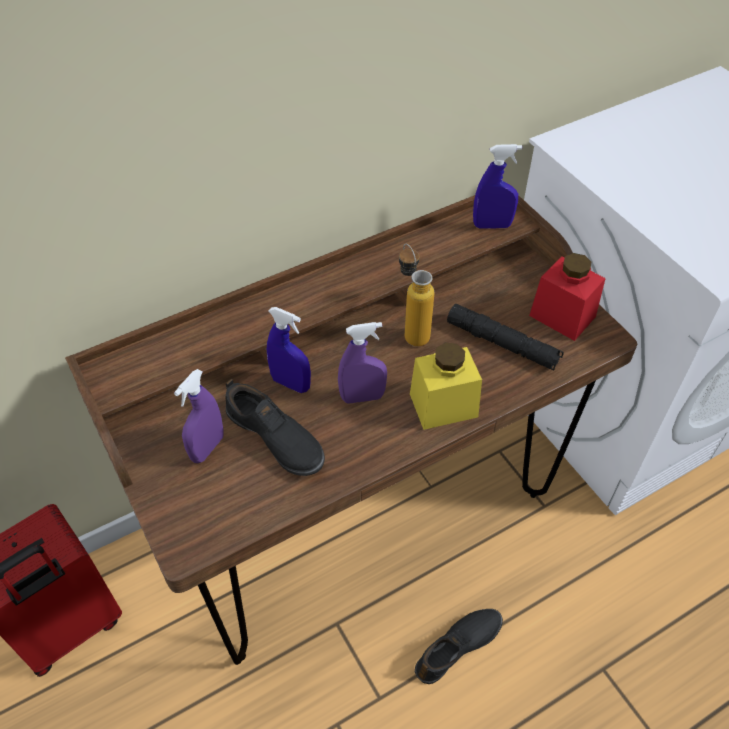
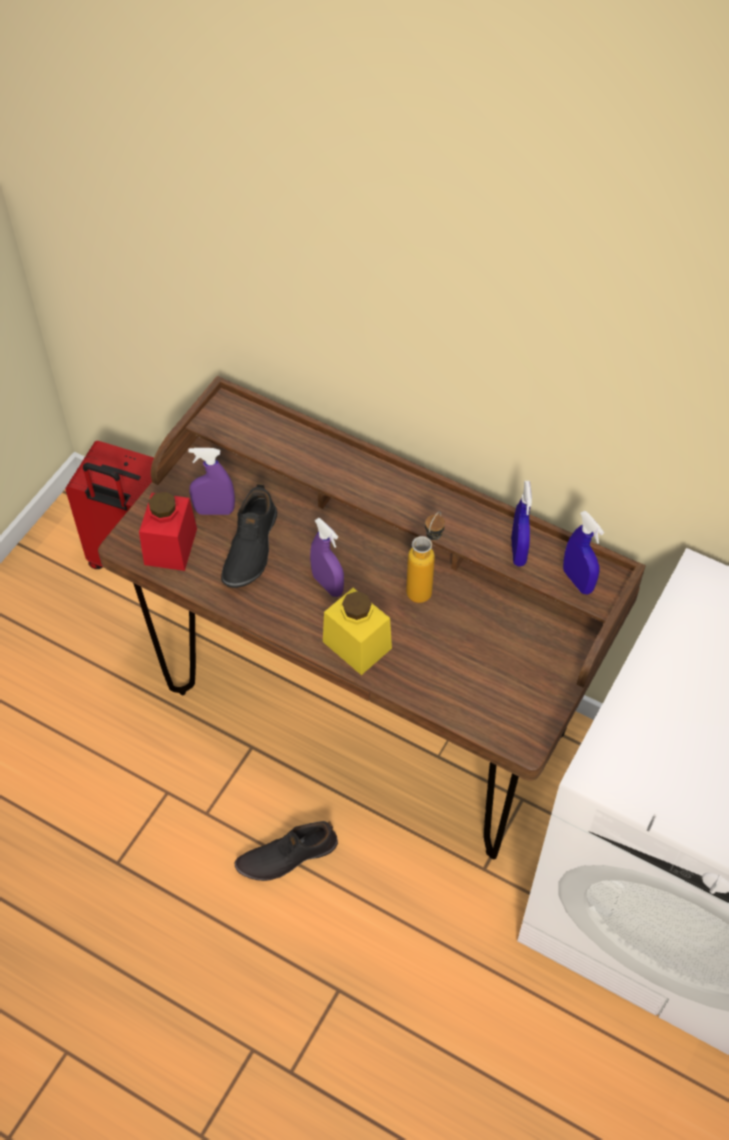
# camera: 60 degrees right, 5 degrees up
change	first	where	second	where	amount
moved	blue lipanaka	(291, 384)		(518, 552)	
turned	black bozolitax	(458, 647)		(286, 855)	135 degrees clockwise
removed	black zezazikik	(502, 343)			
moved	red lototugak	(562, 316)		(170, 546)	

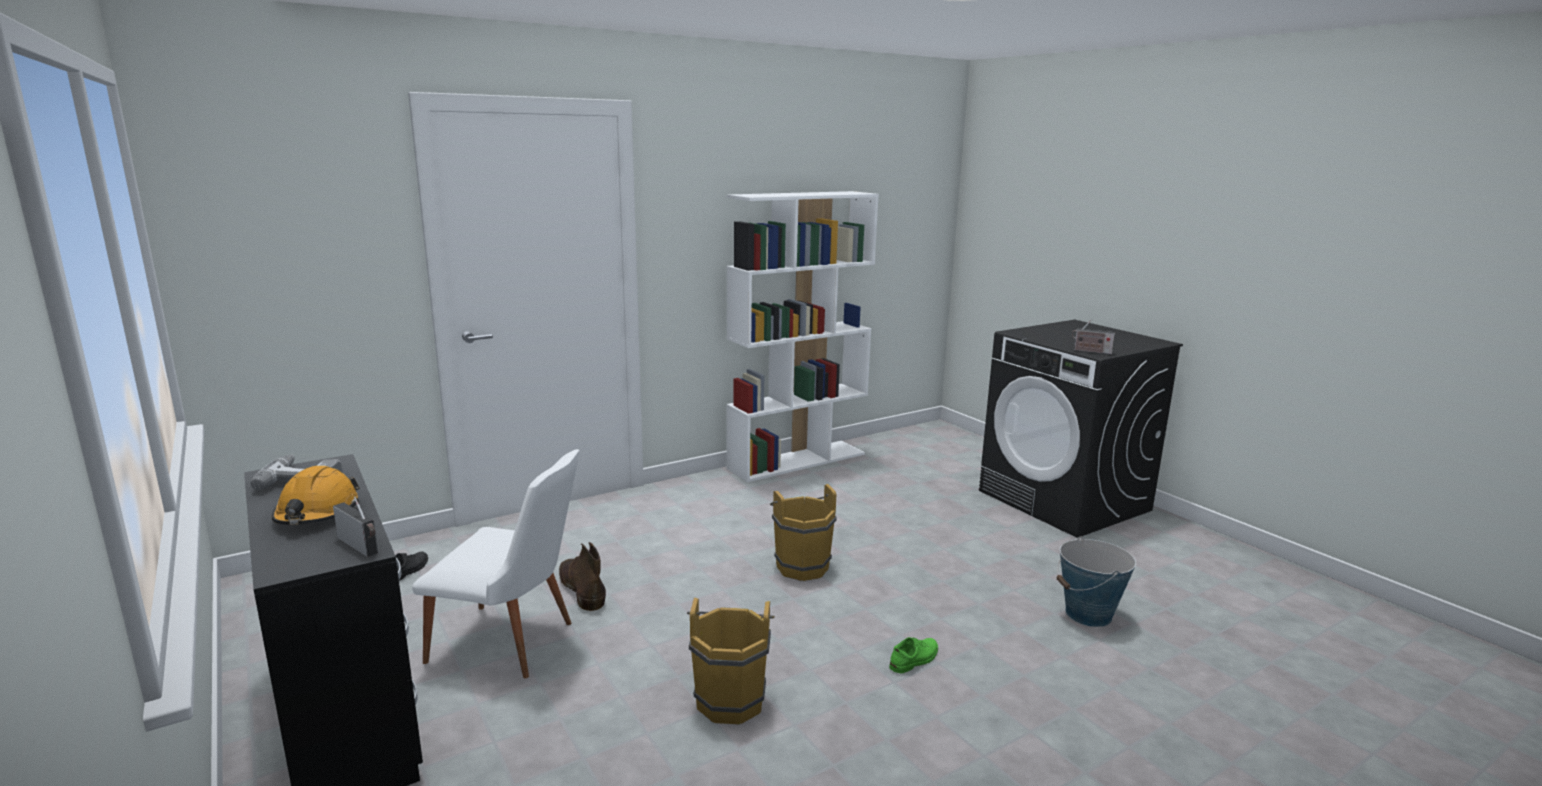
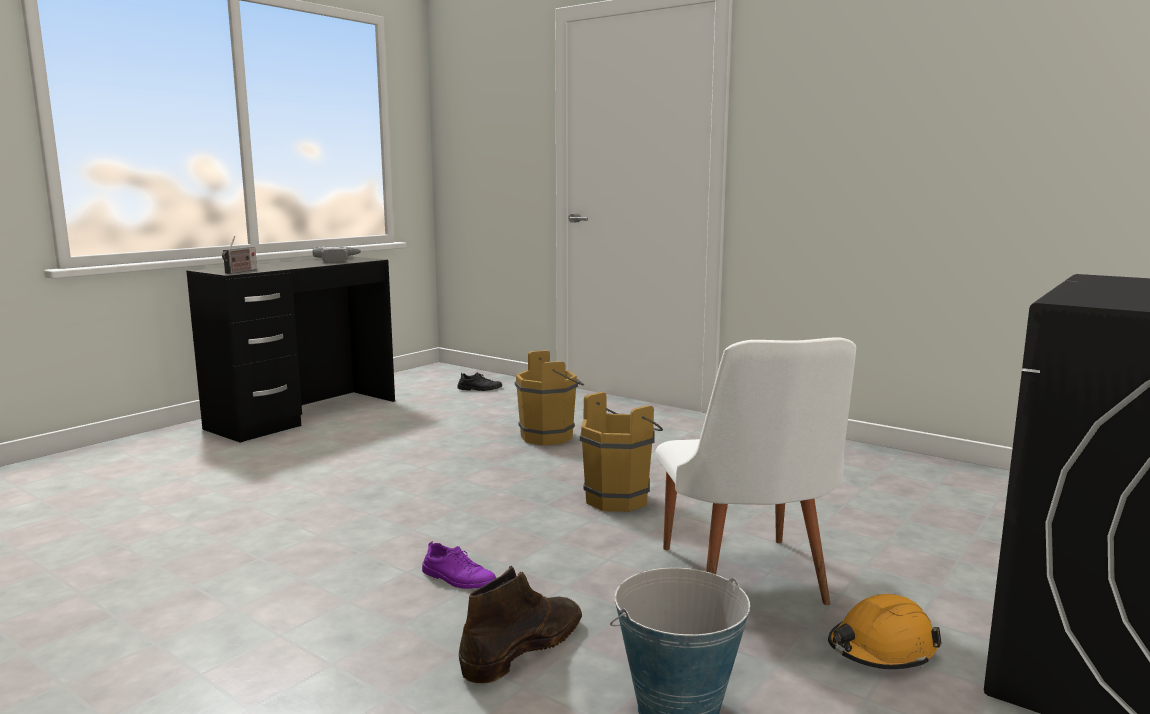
# camera: 70 degrees right, 5 degrees down
change	first	where	second	where	amount
moved	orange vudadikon	(317, 513)		(881, 650)	
moved	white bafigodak	(513, 644)		(746, 583)	
moved	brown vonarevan	(581, 589)		(524, 647)	
moved	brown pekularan	(731, 698)		(551, 437)	
removed	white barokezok	(797, 461)			
recoloured	green bozolitax	(914, 659)	purple bozolitax	(458, 578)	
removed	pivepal	(1090, 351)			

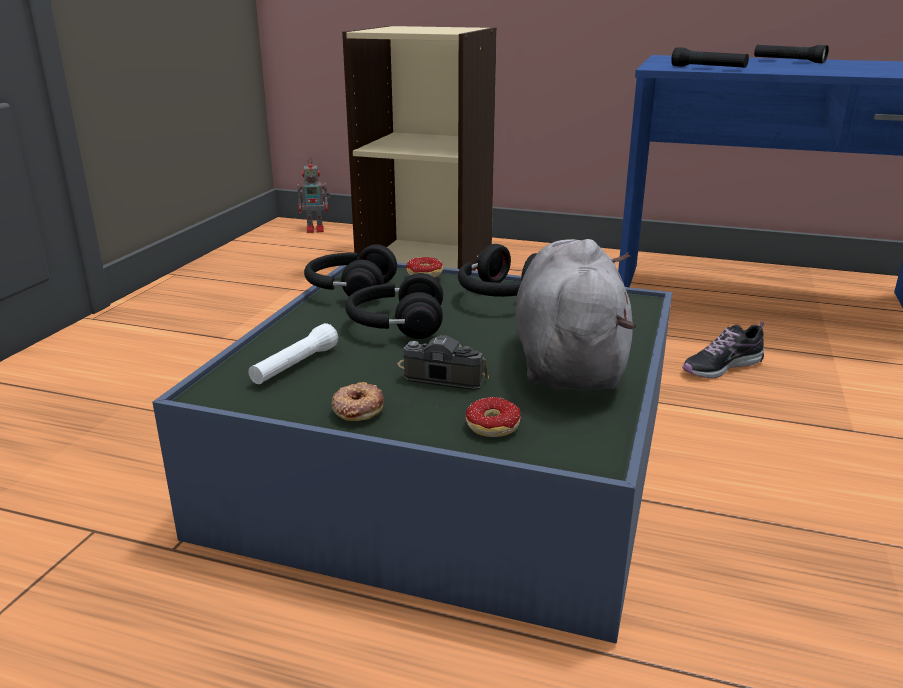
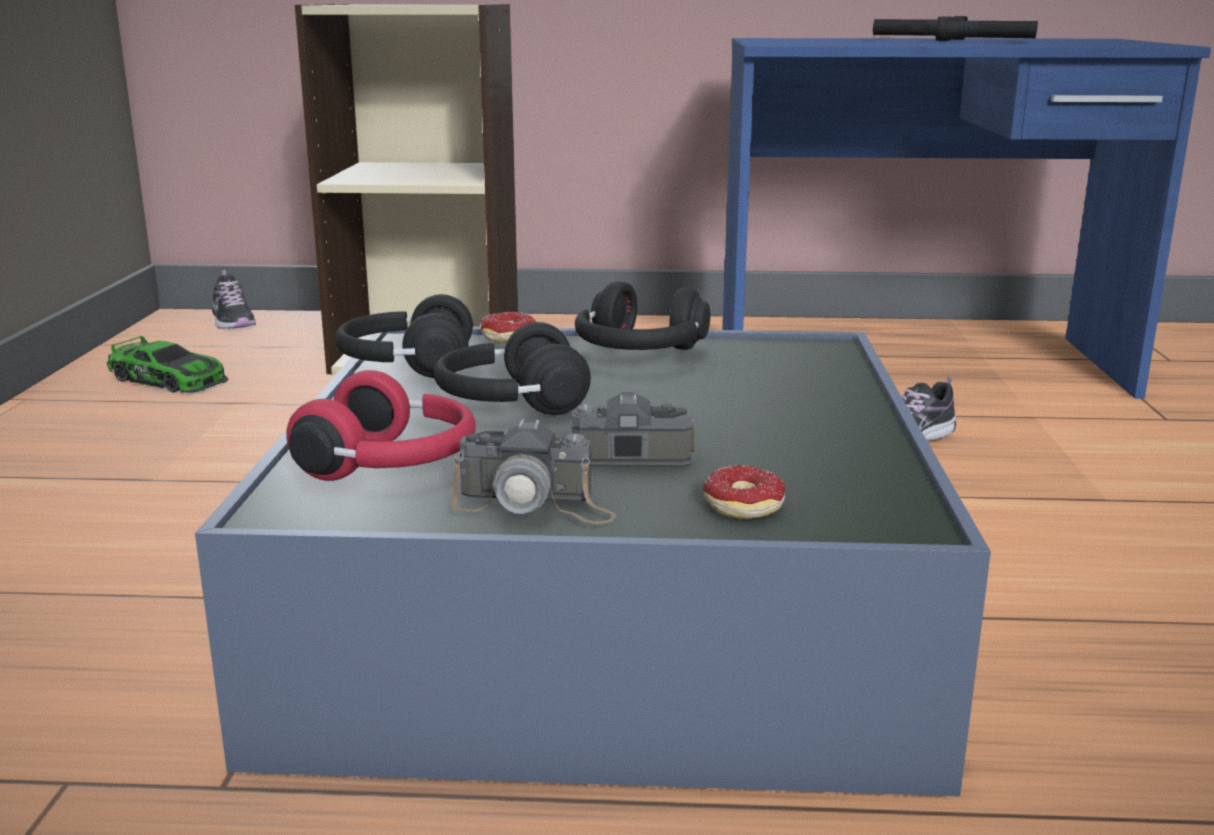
# camera: 15 degrees left, 5 degrees down
change	first	where	second	where	amount
replaced	white zezazikik	(295, 366)	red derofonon	(392, 465)	
replaced	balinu	(316, 229)	bozolitax	(233, 321)	
replaced	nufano	(357, 408)	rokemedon	(534, 504)	
removed	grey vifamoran	(568, 362)			
moved	black zezazikik	(708, 68)		(984, 41)	
added			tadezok	(169, 379)	

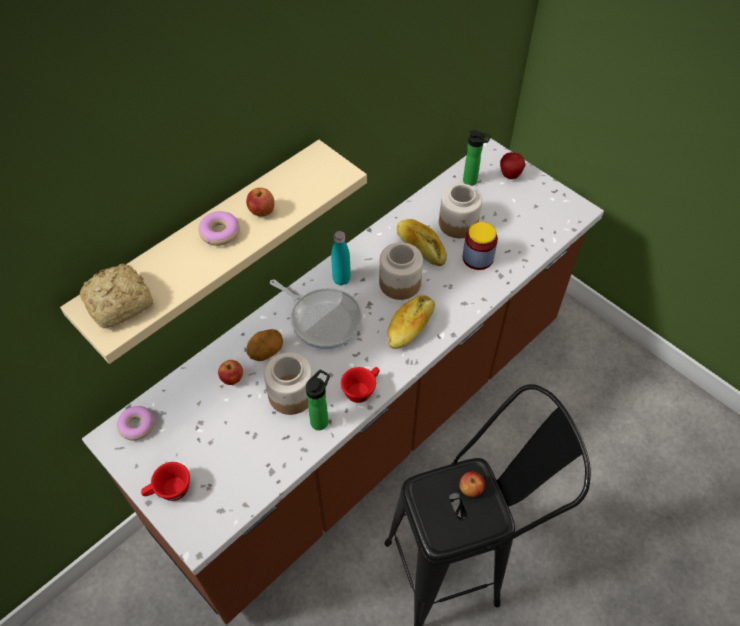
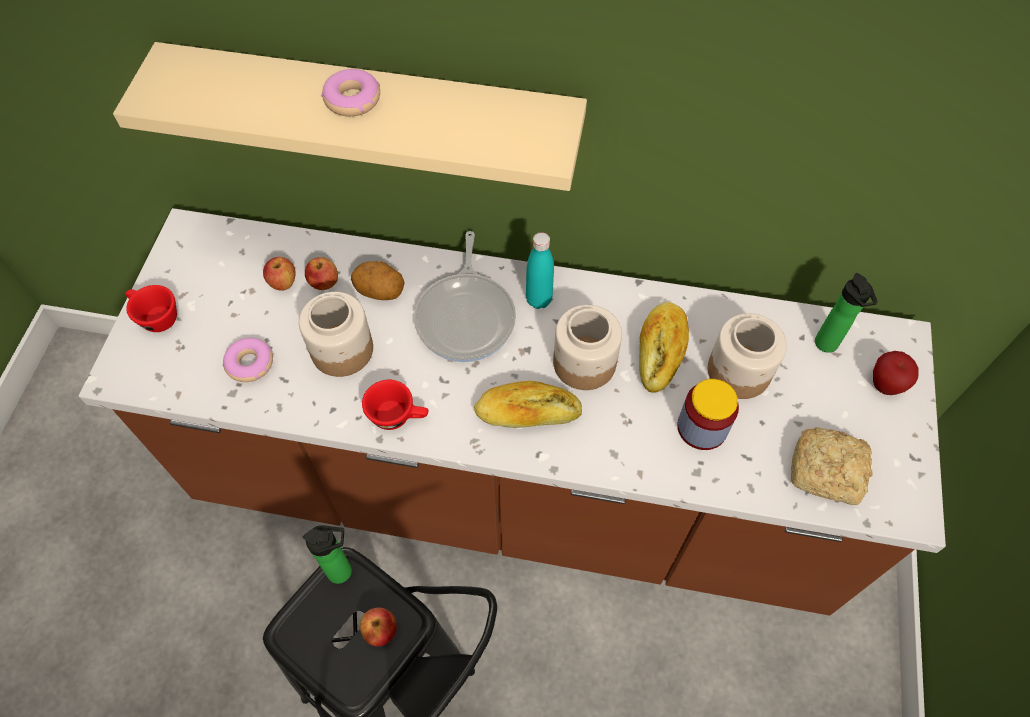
# camera: 55 degrees right, 5 degrees up
change	first	where	second	where	amount
moved	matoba	(121, 303)		(828, 472)	
moved	nufano	(137, 425)		(250, 364)	
moved	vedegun	(262, 212)		(283, 283)	
moved	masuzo	(321, 420)		(343, 571)	

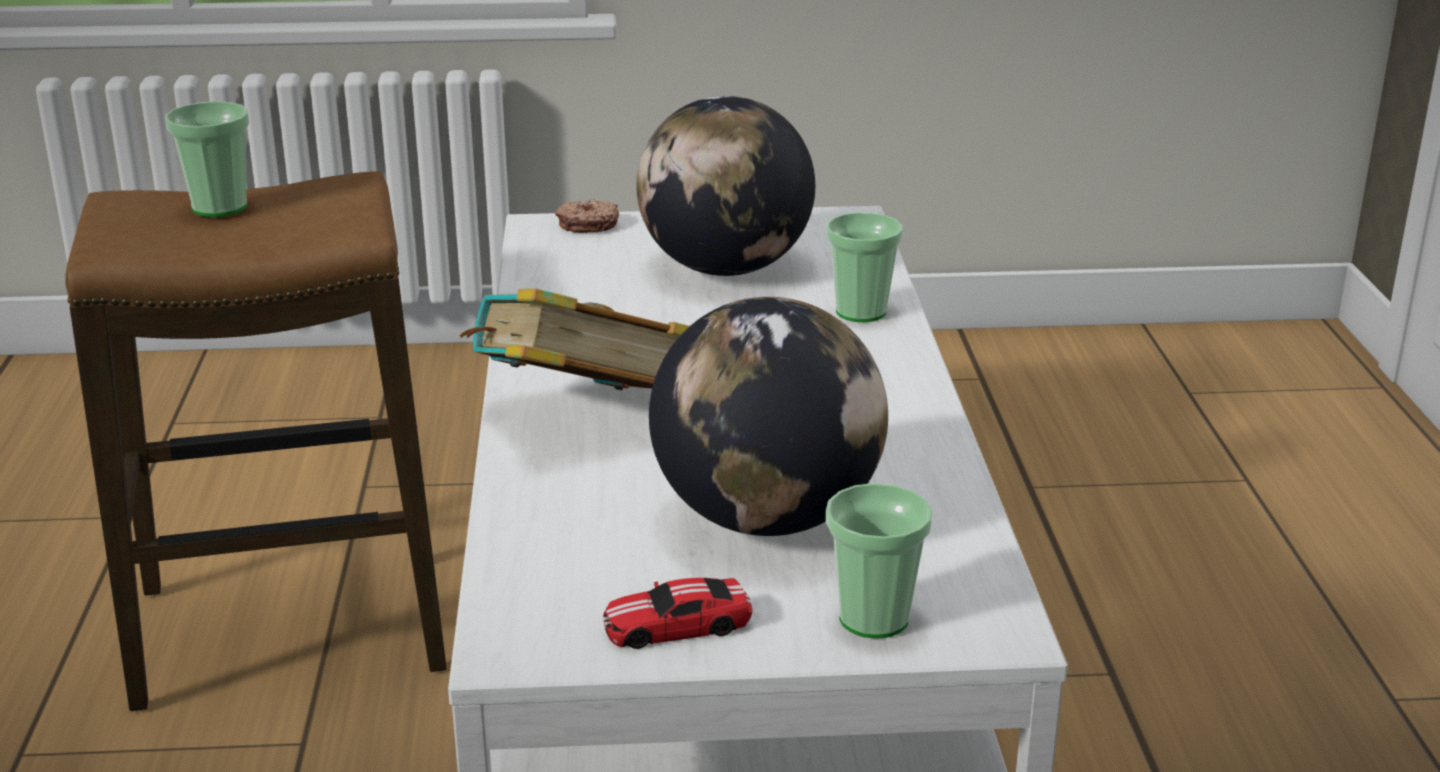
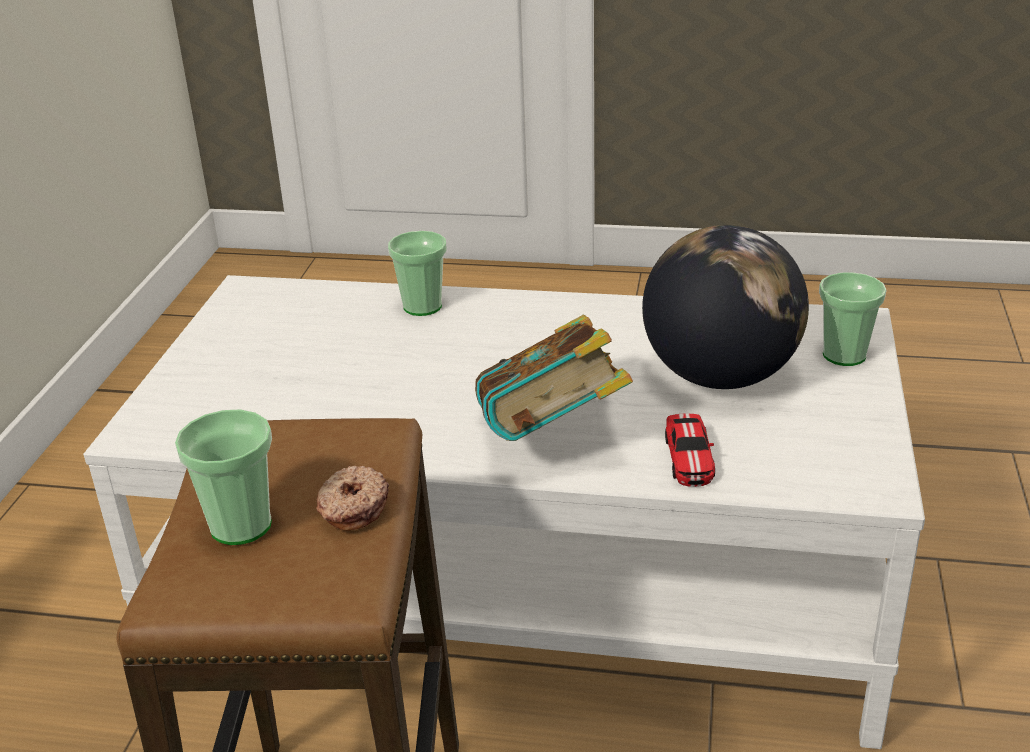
# camera: 75 degrees left, 5 degrees up
change	first	where	second	where	amount
moved	nufano	(588, 225)		(352, 508)	
moved	tadezok	(677, 626)		(689, 457)	
removed	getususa	(725, 268)			

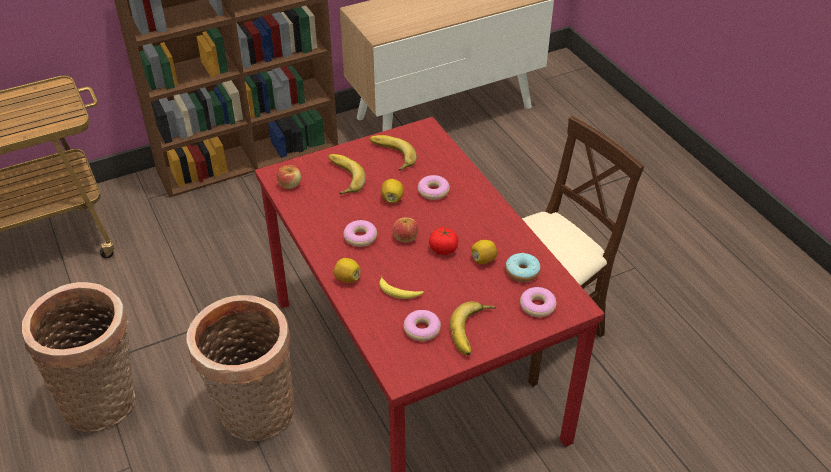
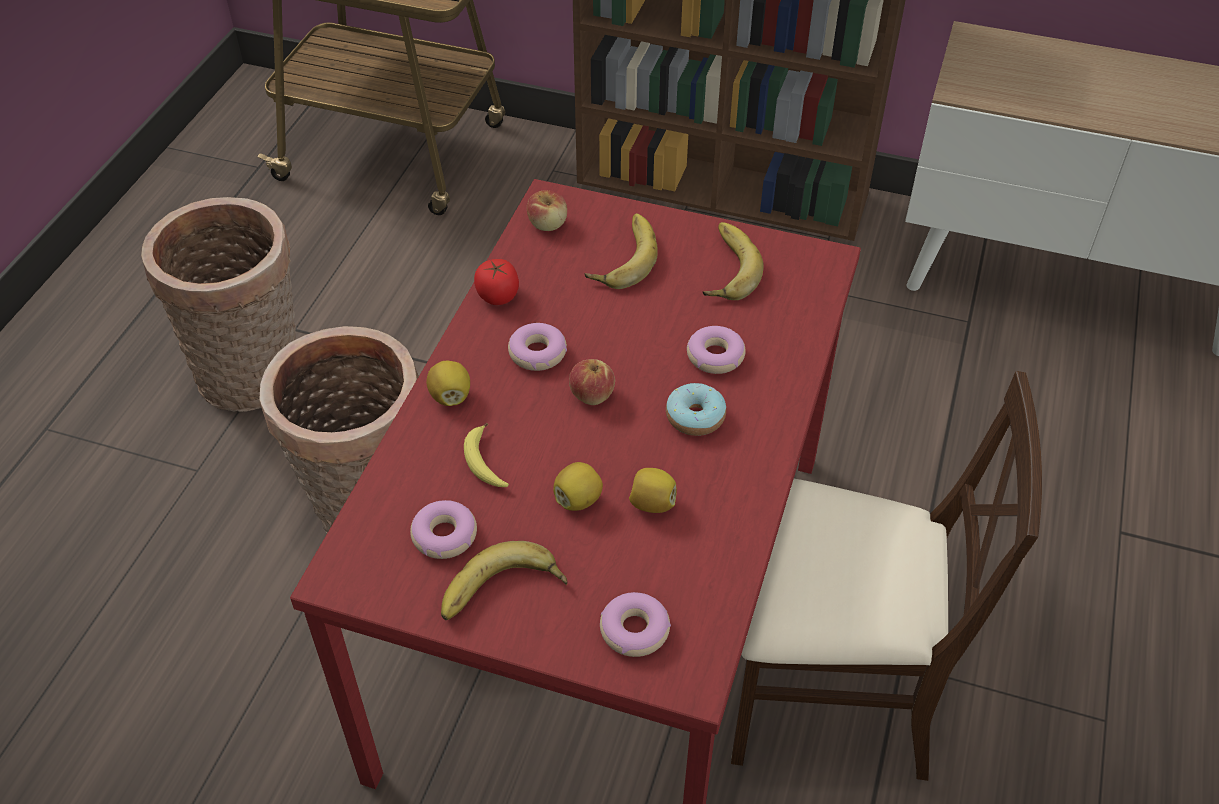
# camera: 45 degrees right, 5 degrees up
change	first	where	second	where	amount
moved	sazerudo	(392, 198)		(578, 499)	
moved	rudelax	(443, 249)		(498, 296)	
moved	nufano	(522, 272)		(695, 417)	

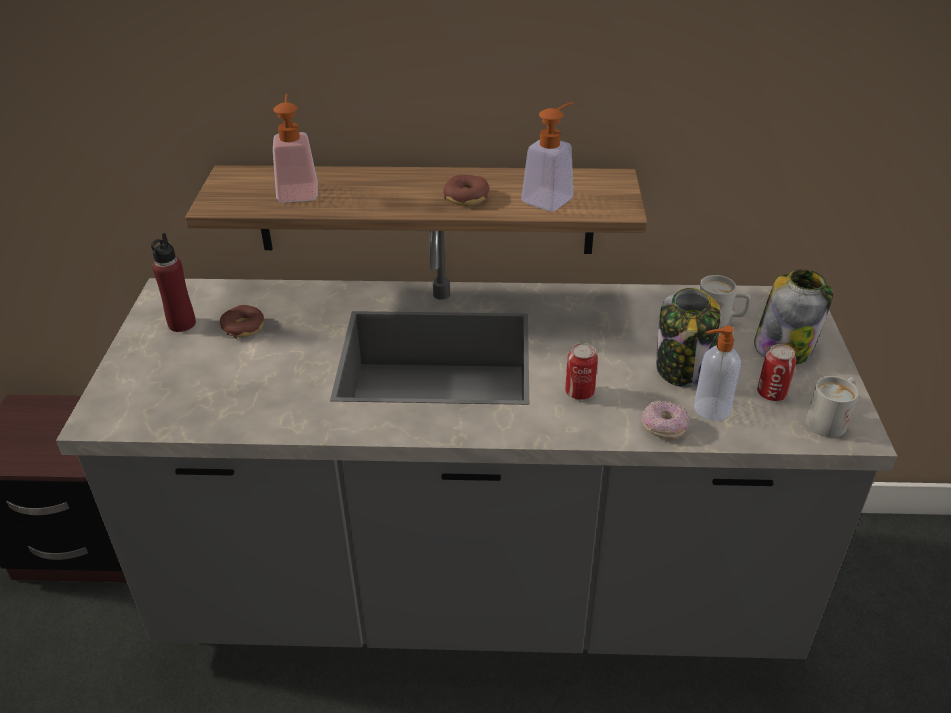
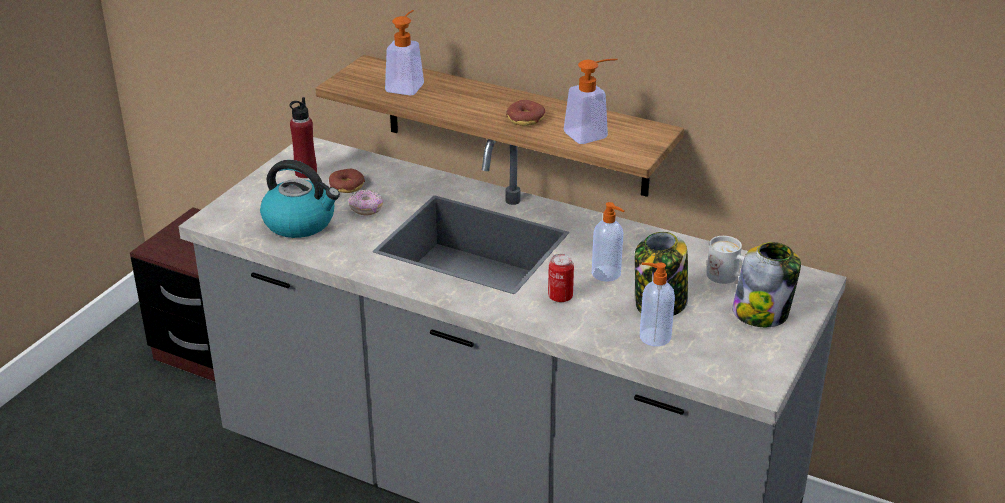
# camera: 25 degrees right, 5 degrees down
change	first	where	second	where	amount
moved	nufano	(663, 428)		(366, 209)	
removed	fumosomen	(771, 393)			
removed	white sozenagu	(830, 419)			
added			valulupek	(300, 223)	
added			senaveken	(607, 274)	

